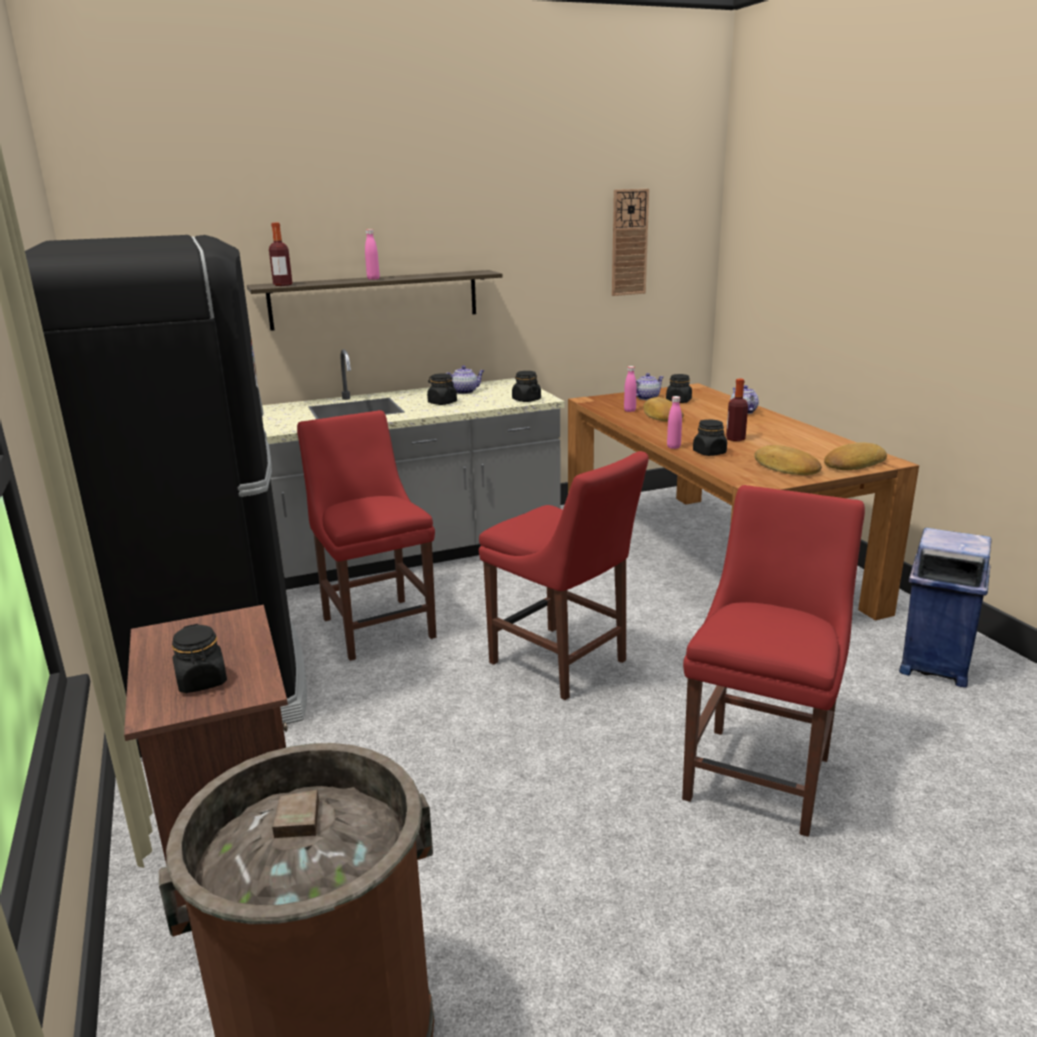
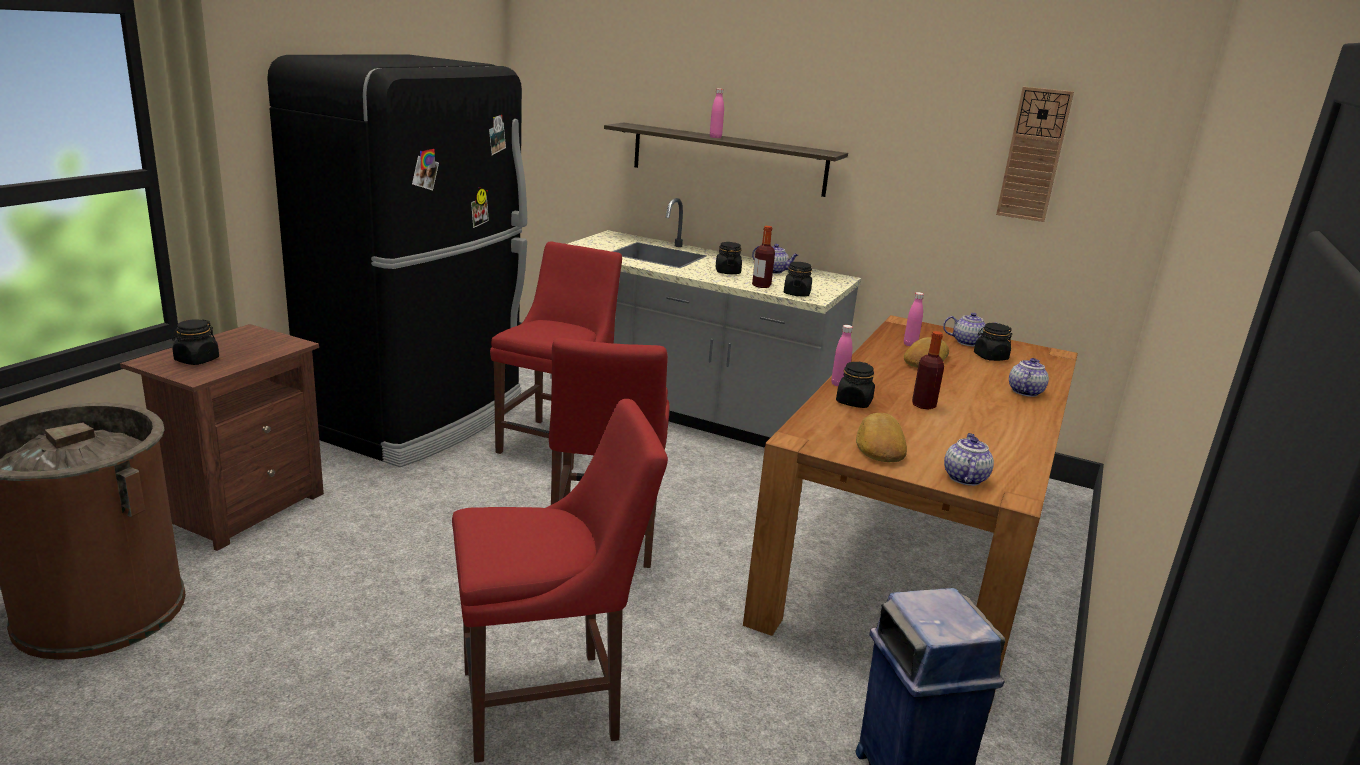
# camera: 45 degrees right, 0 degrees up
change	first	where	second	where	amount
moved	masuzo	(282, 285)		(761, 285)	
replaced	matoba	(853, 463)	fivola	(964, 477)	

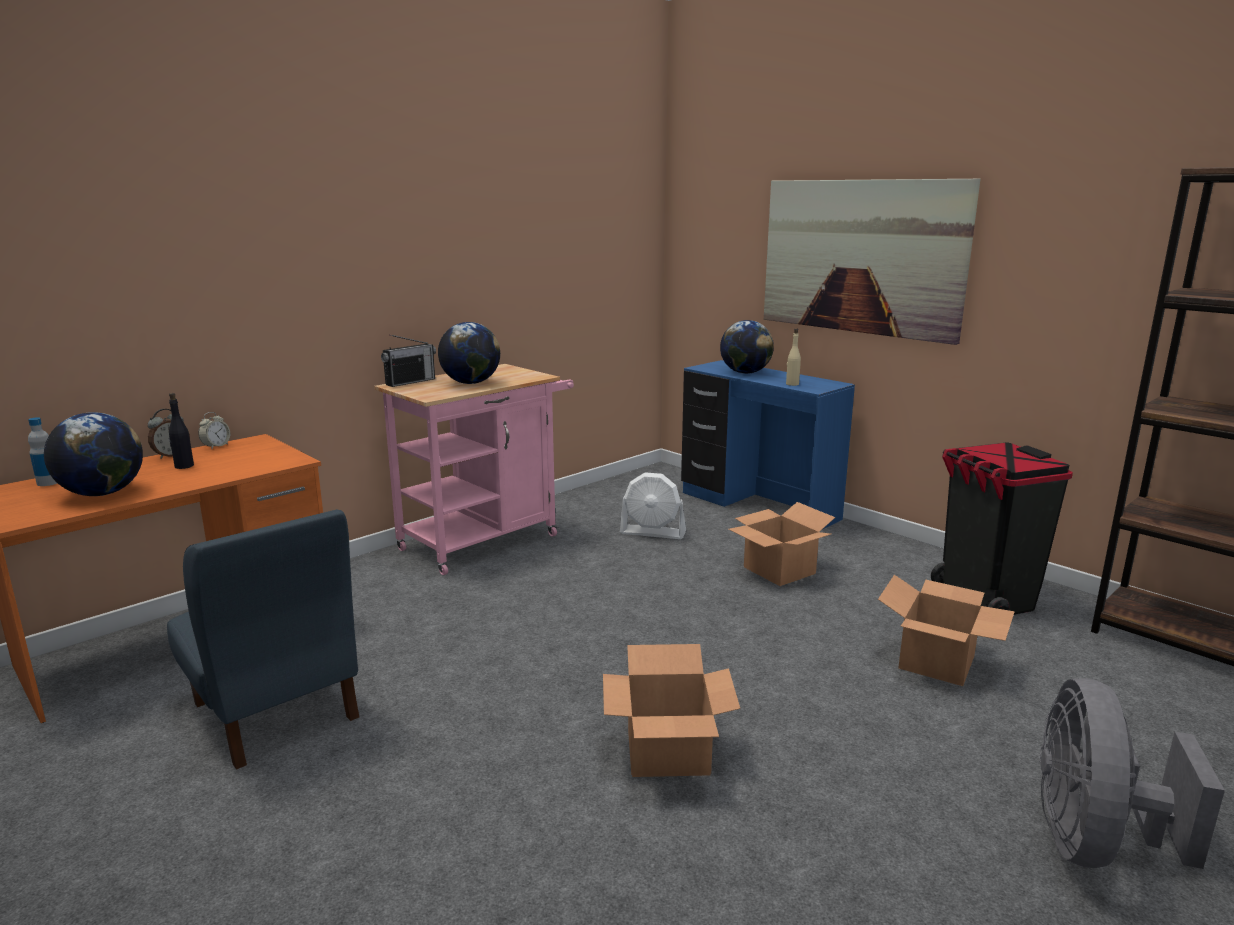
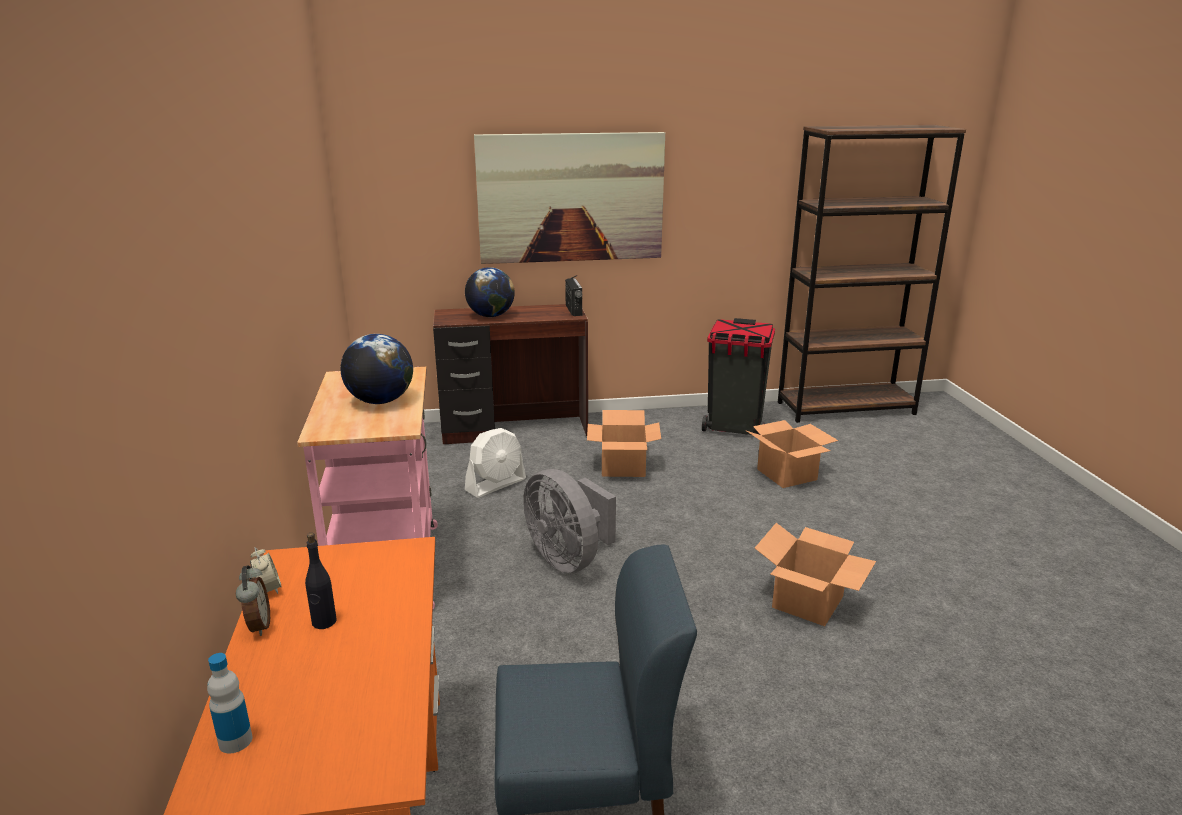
# camera: 55 degrees left, 5 degrees up
change	first	where	second	where	amount
removed	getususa	(102, 493)			
moved	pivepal	(410, 382)		(573, 310)	
recoloured	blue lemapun	(757, 506)	brown lemapun	(515, 430)	
removed	beige masuzo	(792, 384)			
moved	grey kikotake	(1093, 842)		(569, 559)	

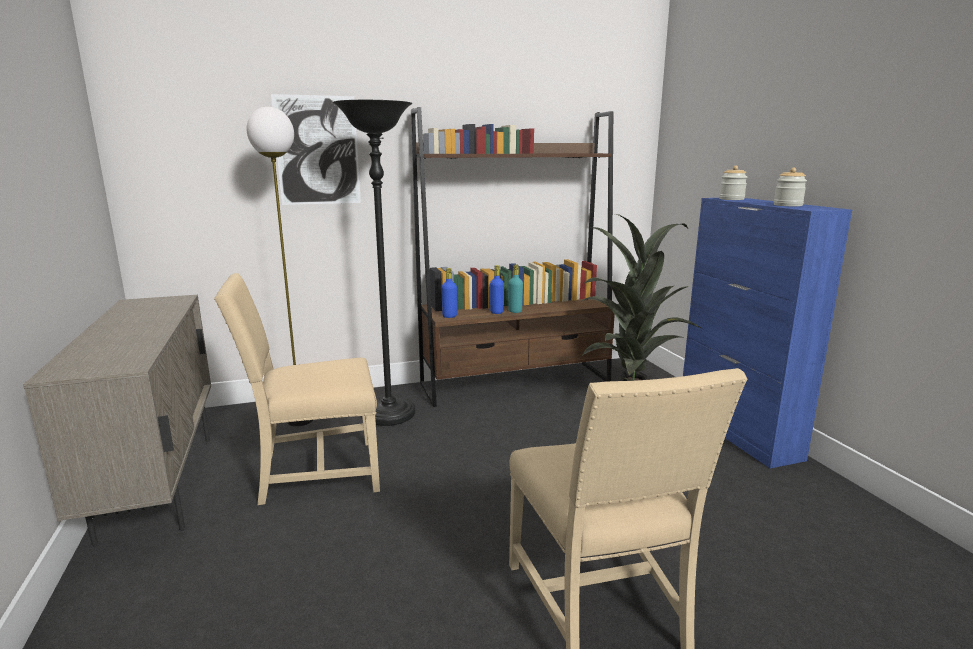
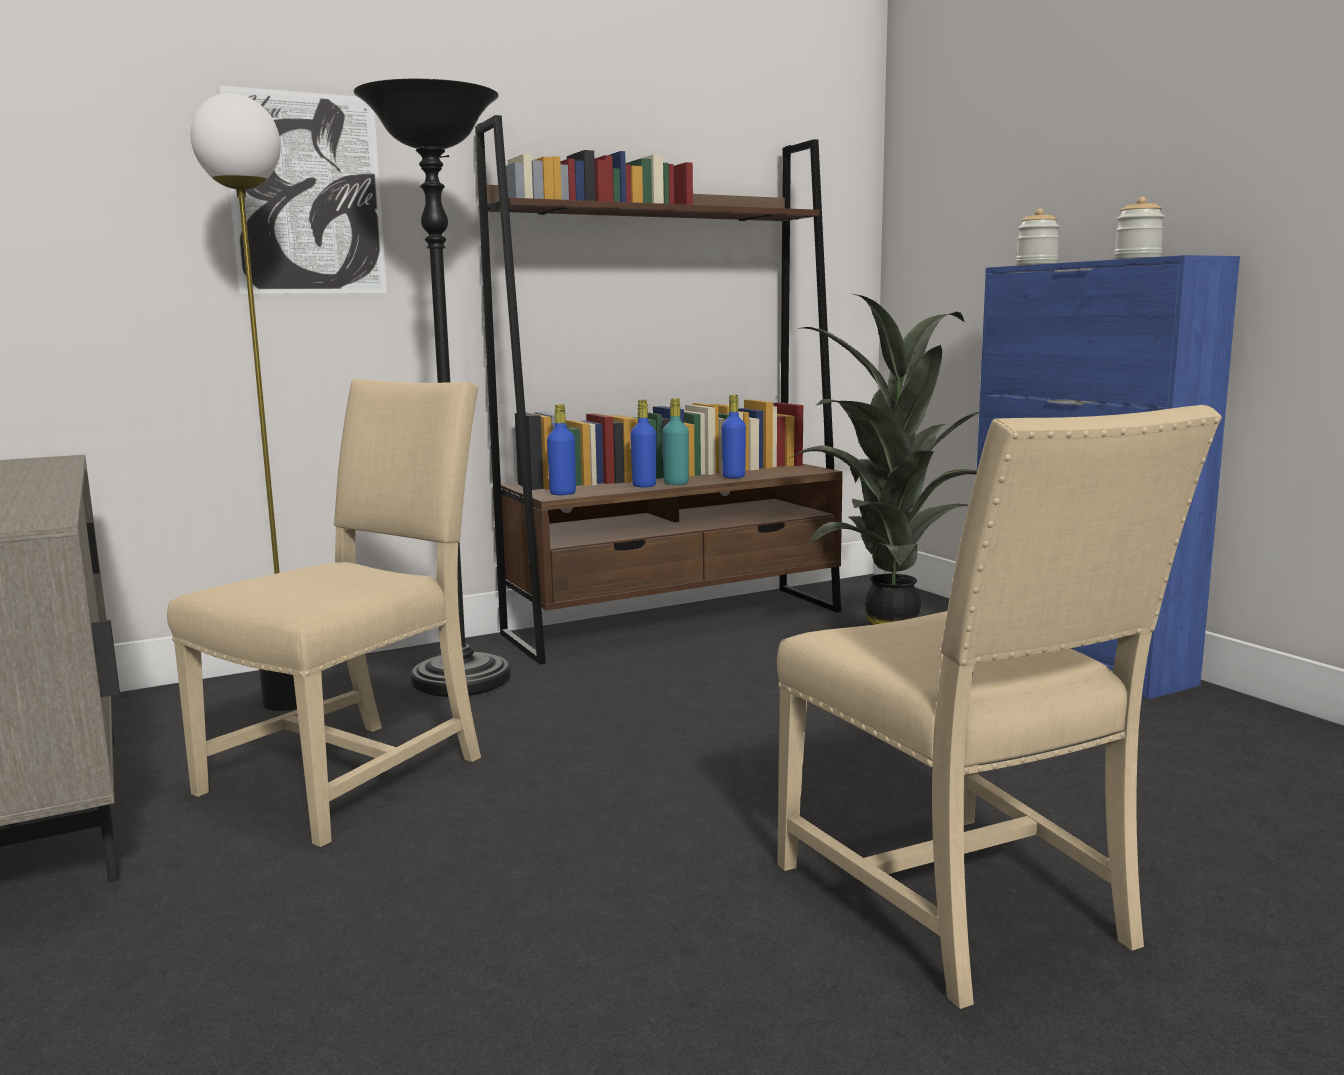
# camera: 10 degrees left, 5 degrees down
change	first	where	second	where	amount
turned	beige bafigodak	(315, 473)		(353, 774)	150 degrees clockwise
added			blue masuzo	(733, 477)	

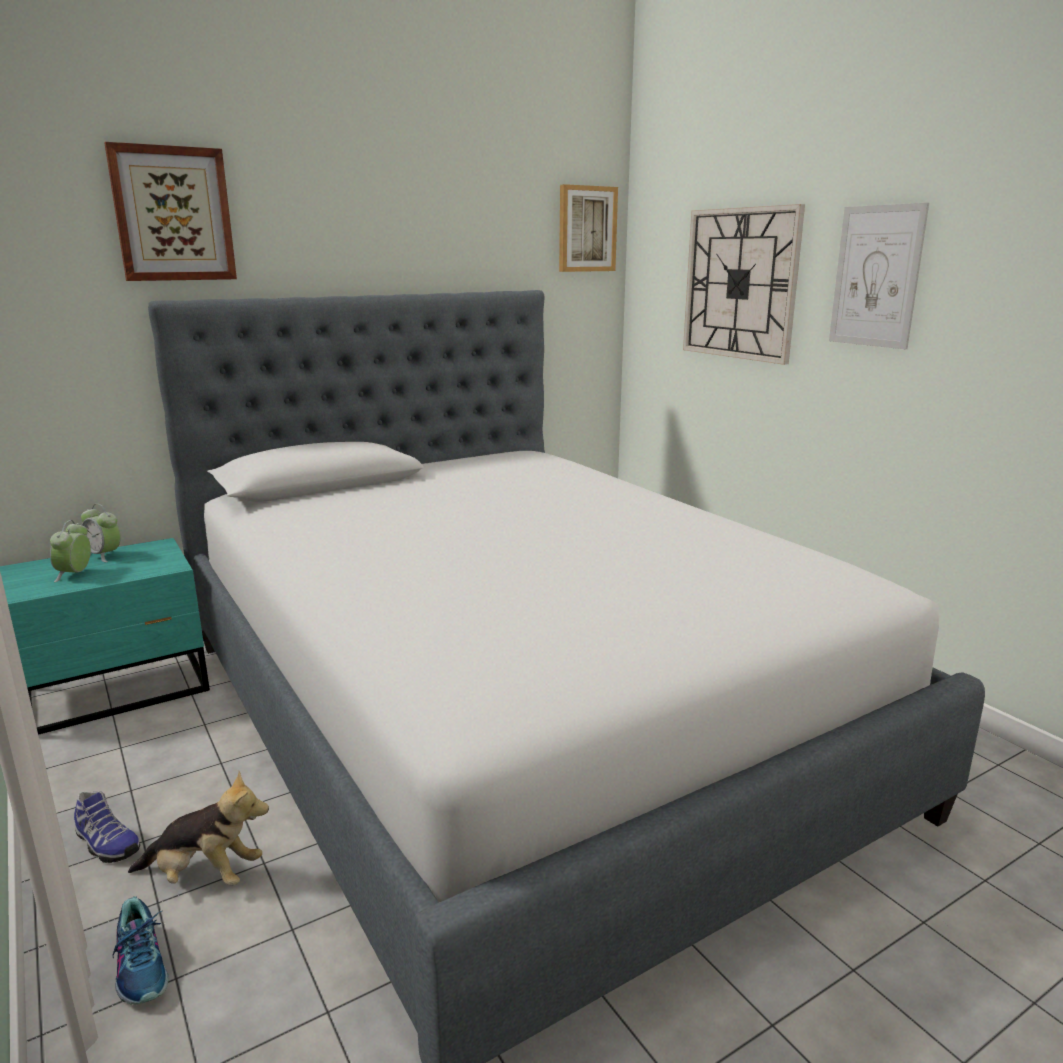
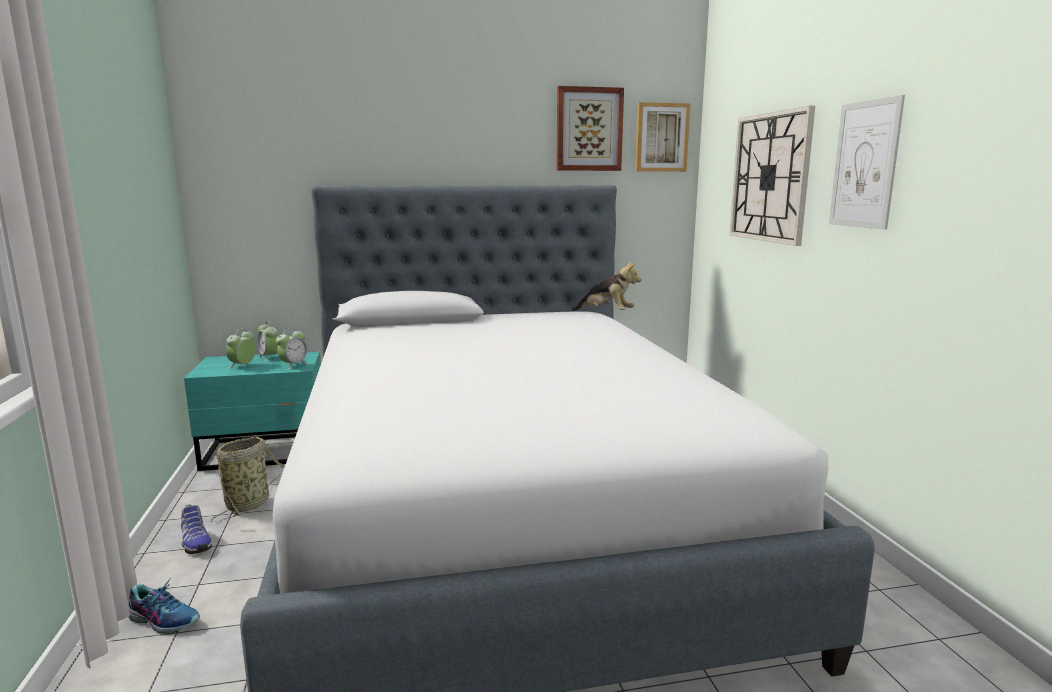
# camera: 20 degrees right, 5 degrees down
change	first	where	second	where	amount
moved	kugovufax	(173, 214)		(588, 129)	
turned	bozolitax	(142, 965)		(164, 619)	60 degrees counterclockwise
moved	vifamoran	(204, 875)		(606, 313)	
added			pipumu	(250, 503)	
added			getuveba	(293, 365)	

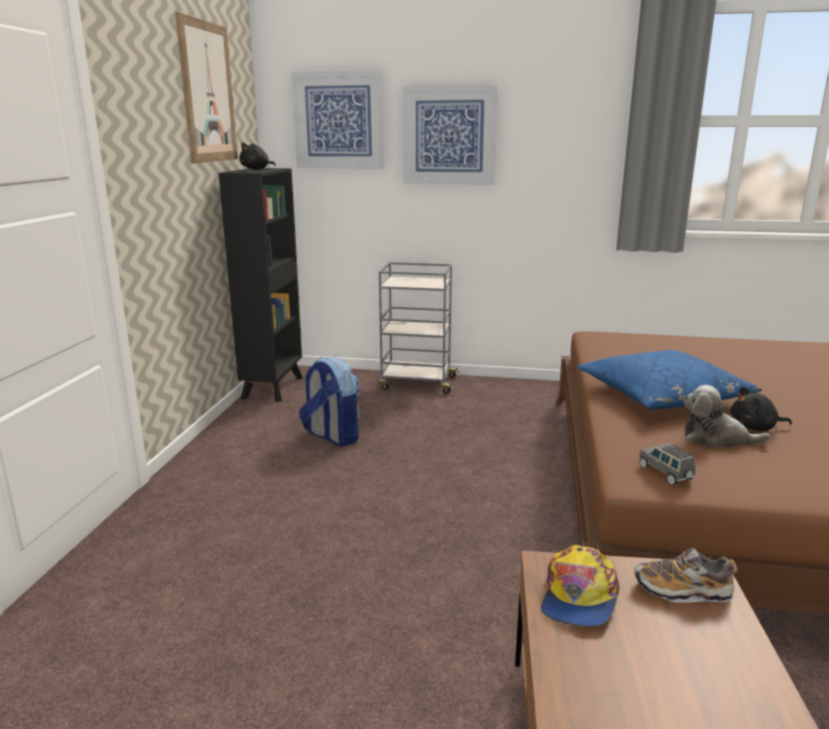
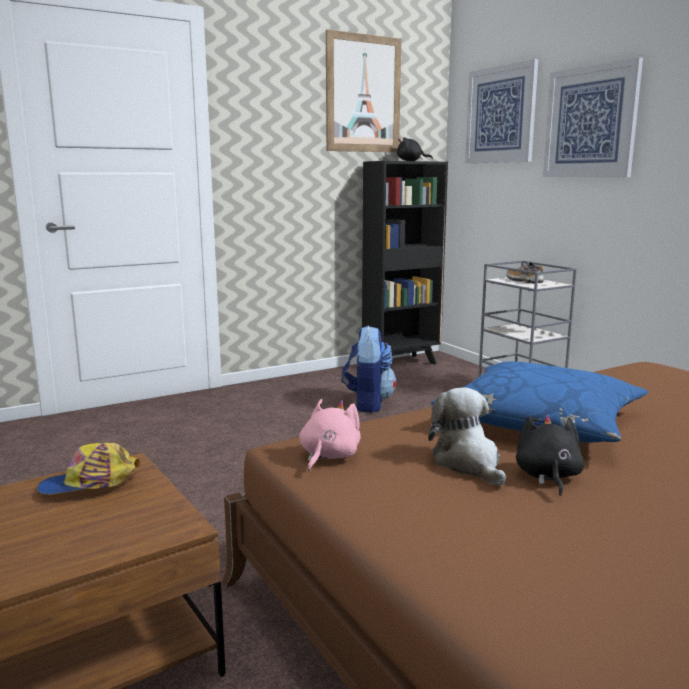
# camera: 50 degrees right, 5 degrees down
change	first	where	second	where	amount
moved	bozolitax	(682, 591)		(524, 281)	
replaced	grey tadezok	(665, 473)	pink vifamoran	(328, 456)	
turned	black vifamoran	(755, 427)		(547, 476)	45 degrees clockwise

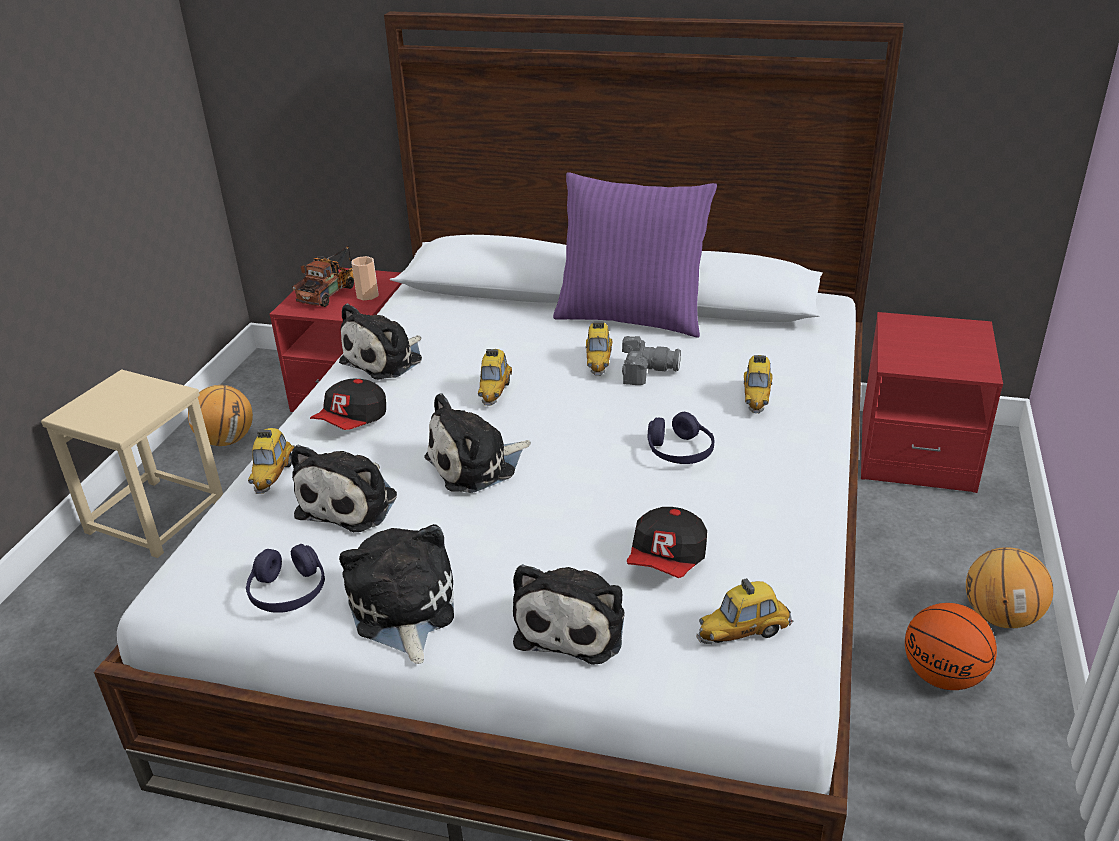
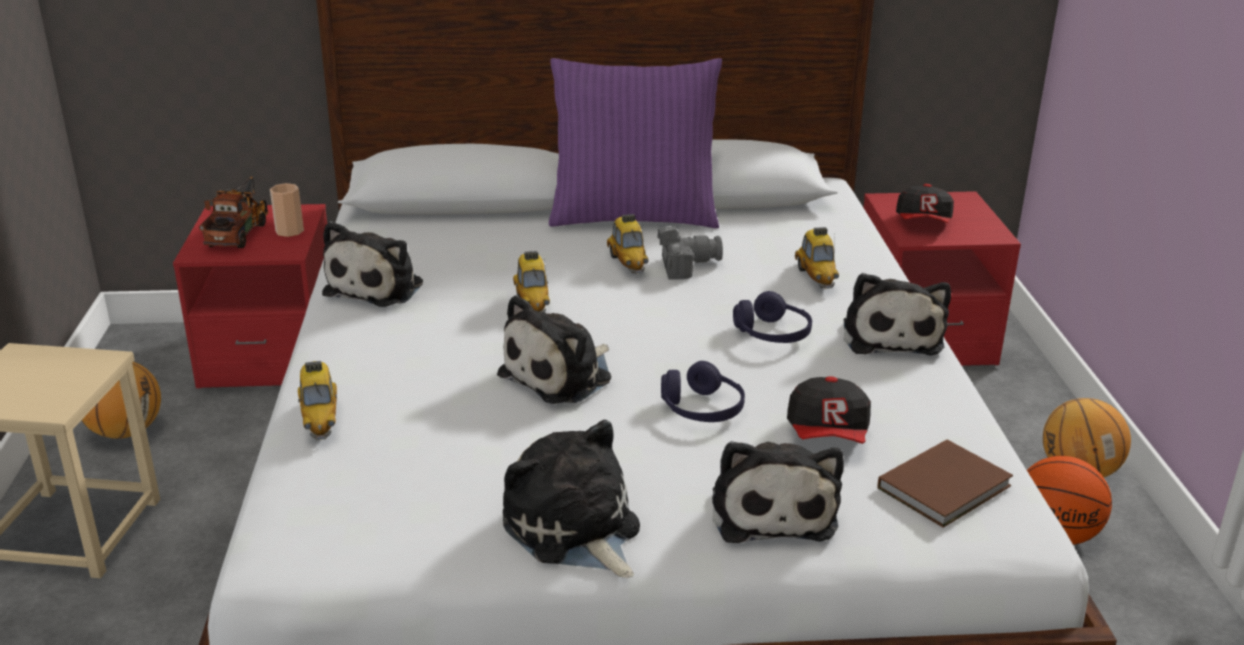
# camera: 20 degrees left, 5 degrees down
change	first	where	second	where	amount
moved	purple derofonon	(288, 592)		(702, 409)	
moved	vifamoran	(351, 503)		(891, 335)	
moved	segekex	(353, 421)		(924, 223)	
replaced	tadezok	(743, 633)	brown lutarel	(947, 487)	

